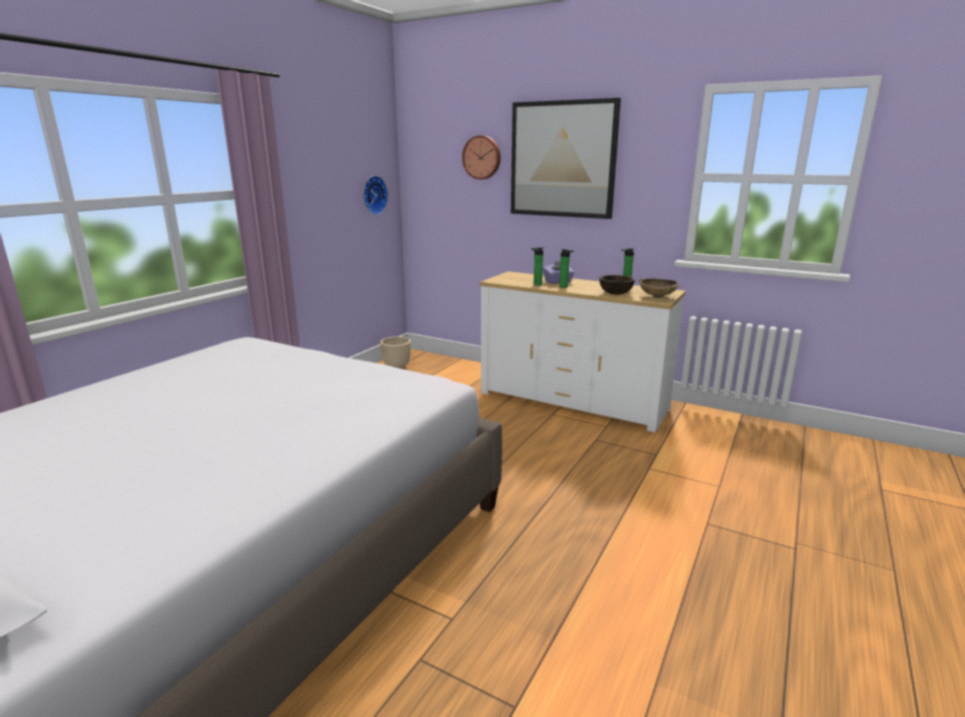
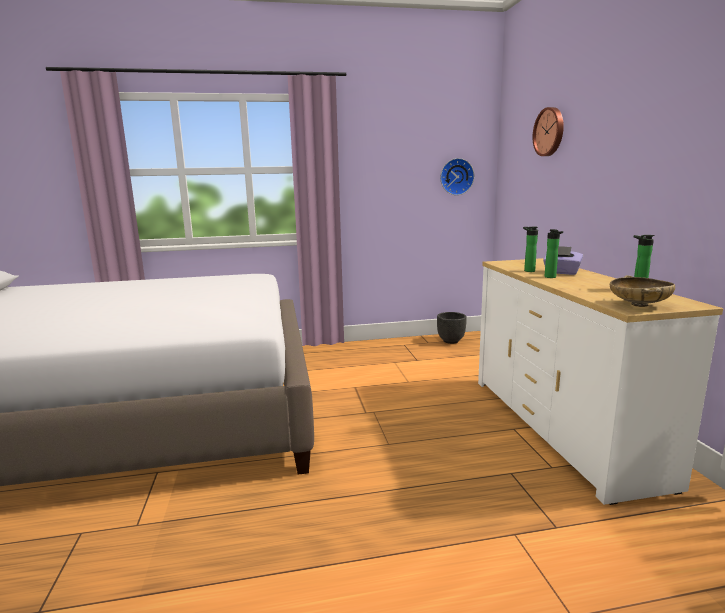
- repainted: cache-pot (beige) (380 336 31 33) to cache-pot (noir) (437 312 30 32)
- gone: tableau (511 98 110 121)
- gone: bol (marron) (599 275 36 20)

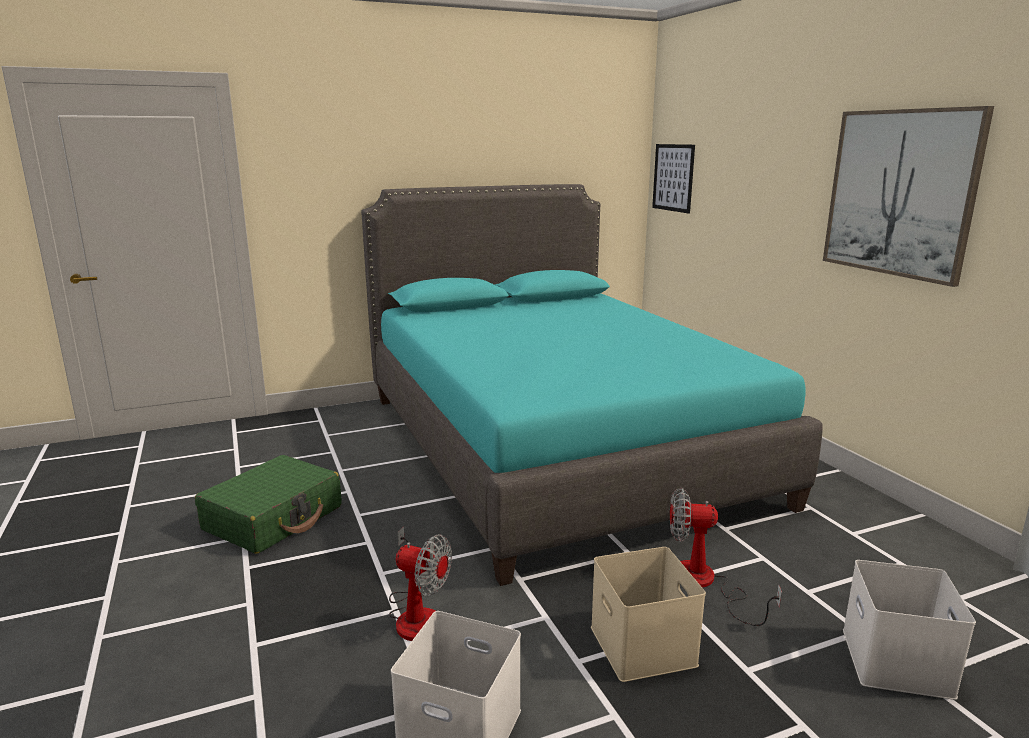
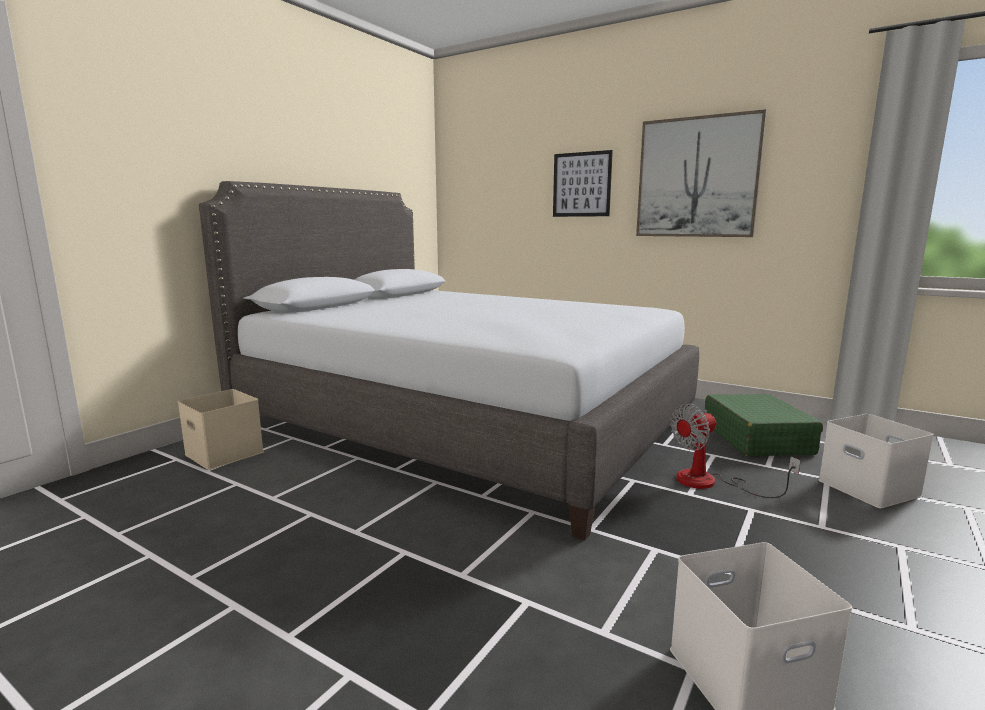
- shifted: valise (vert) (195 455 146 99) to (705 394 118 62)
- repainted: lit (turquoise) (361 184 462 402) to lit (gris) (199 181 500 359)
- gone: ventilateur (389 527 63 114)
- shifted: boîte de rangement (beige) (591 547 115 135) to (178 389 86 81)
- shifted: tableau (652 144 43 70) to (553 150 60 67)

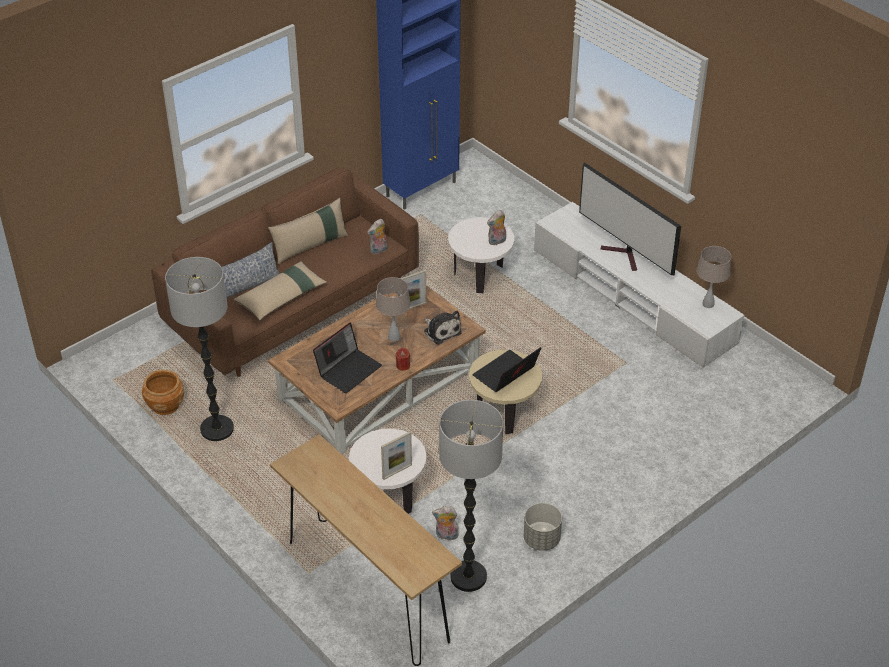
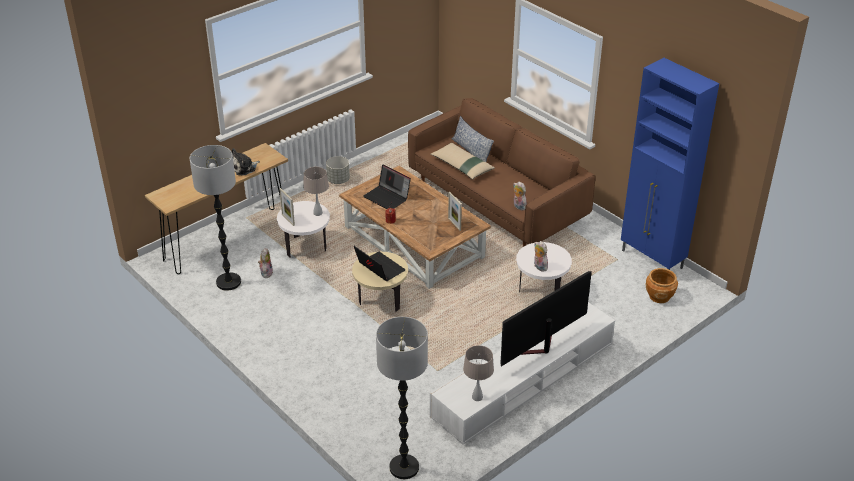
- shifted: cache-pot (marron) (142 370 42 45) to (645 268 33 35)
- shifted: lampadaire (165 257 69 184) to (376 317 52 162)
- gone: coussin (beige) (268 198 80 67)
- shifted: lampe de table (beige) (376 277 35 64) to (303 167 26 49)
- shifted: peluche (424 310 38 35) to (232 148 28 28)
- shifted: cache-pot (gris) (524 503 38 48) to (326 156 24 28)

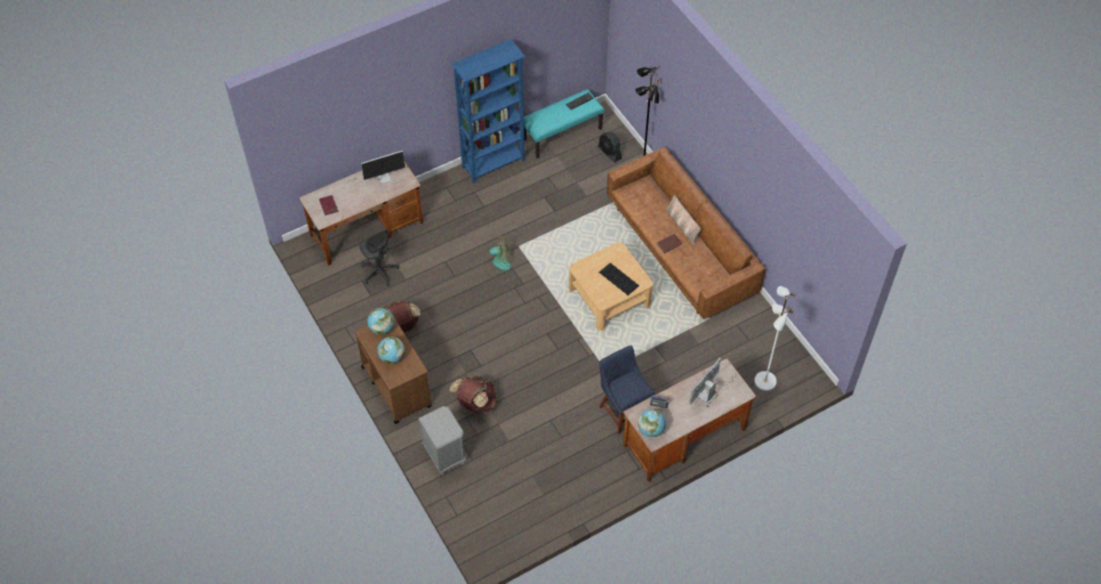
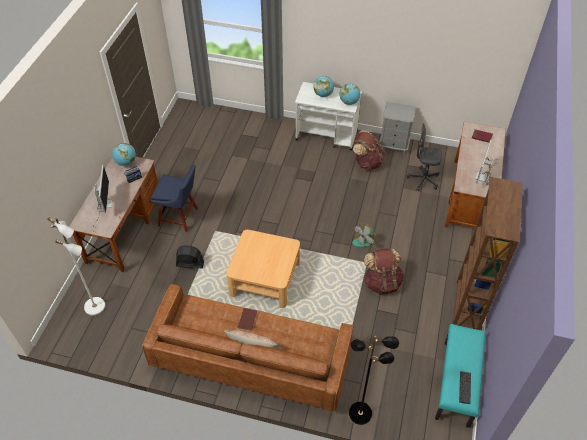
- repainted: chariot (marron) (354 314 78 110) to chariot (blanc) (295 82 67 68)
- shifted: table de chevet (gris) (418 406 49 69) to (379 102 37 53)
- shifted: sac à dos (marron) (450 375 47 37) to (364 248 40 47)
- repainted: bibliothèque (bleu) (452 39 73 144) to bibliothèque (marron) (453 177 70 153)
- shifted: ventilateur (noir) (598 132 24 31) to (176 245 28 24)
- gone: clavier (599 263 40 32)

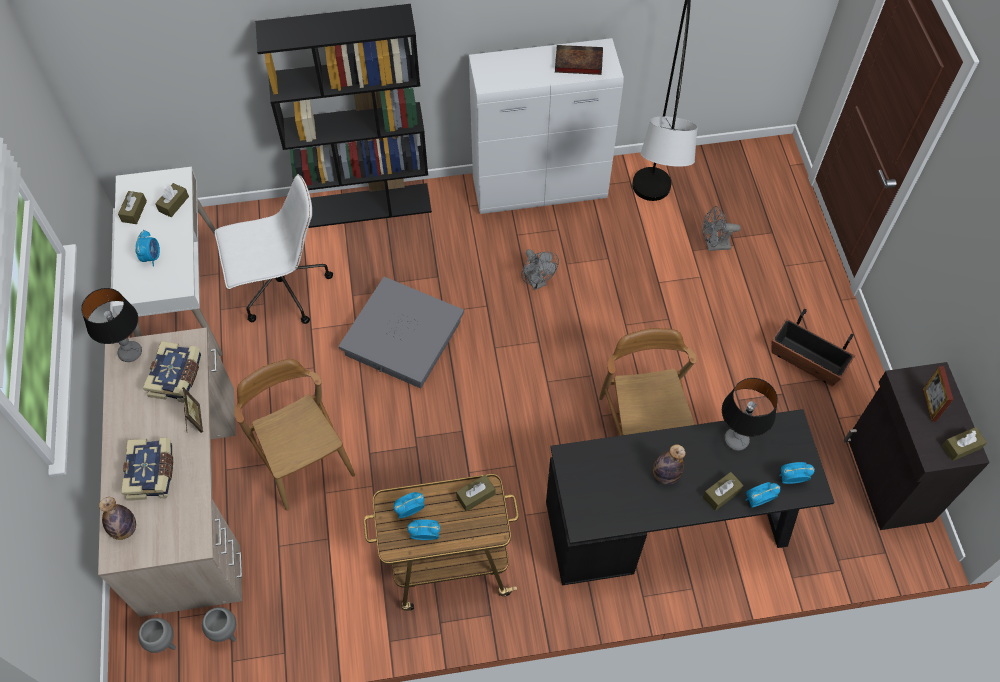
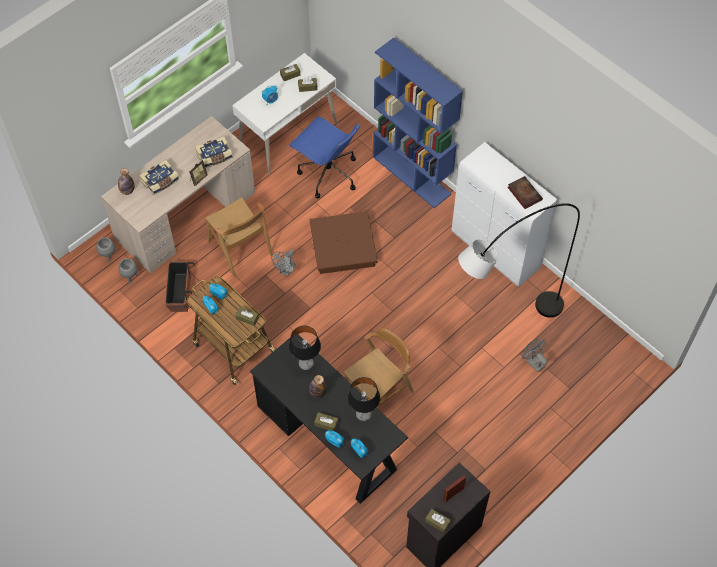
- shifted: lampe de table (81 288 61 74) to (289 326 32 44)
- repainted: chaise de bureau (blanc) (215 174 118 150) to chaise de bureau (bleu) (289 116 71 82)
- rotated: chaise (marron) (234 359 121 152) = (205 198 67 79) 120 degrees clockwise
- repainted: bibliothèque (noir) (255 4 177 224) to bibliothèque (bleu) (373 38 90 170)
- repainted: boîte de rangement (gris) (339 277 125 111) to boîte de rangement (marron) (310 211 68 63)
- shifted: ventilateur (gris) (521 249 38 41) to (271 249 25 28)
- shifted: cache-pot (771 308 84 78) to (165 262 29 50)

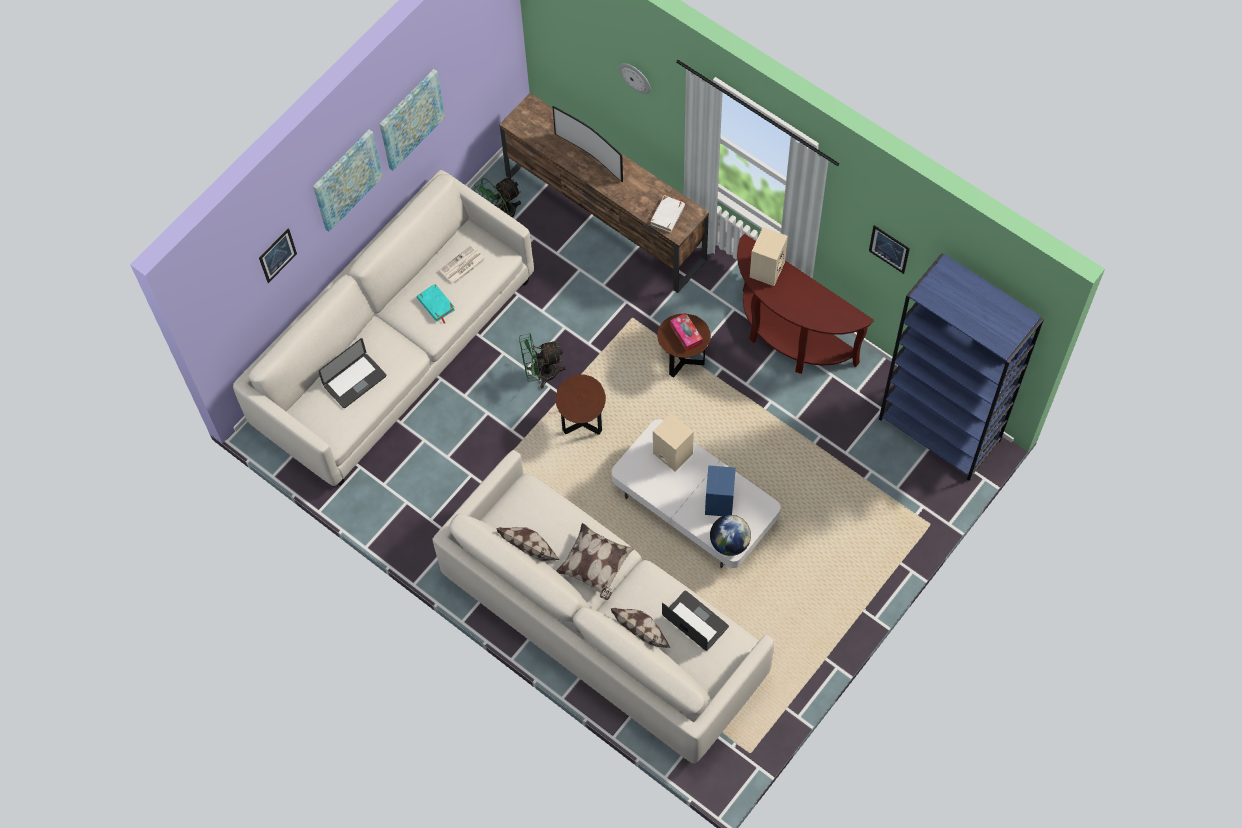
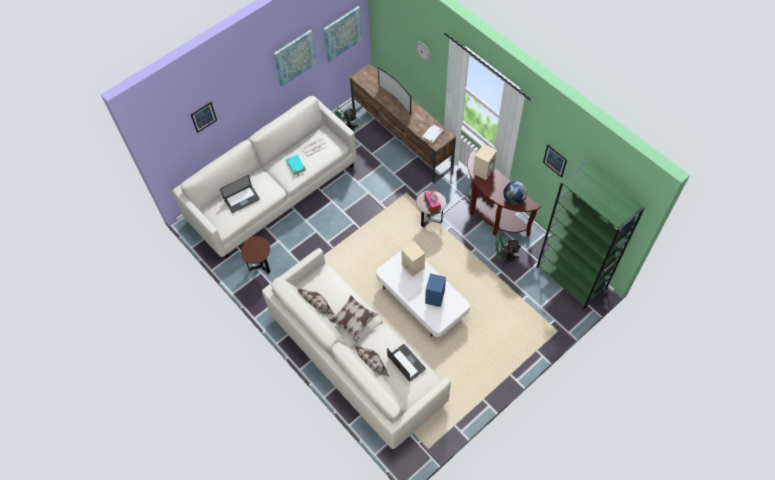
- shifted: tableau (313 130 70 102) to (324 6 38 56)
- shifted: ventilateur (vert) (519 333 47 55) to (495 233 26 34)
- shifted: table d'appoint (marron) (556 374 50 61) to (241 236 29 38)
- shifted: globe (710 515 41 41) to (504 181 23 24)
- repainted: bibliothèque (bleu) (879 253 165 228) to bibliothèque (vert) (536 162 109 148)

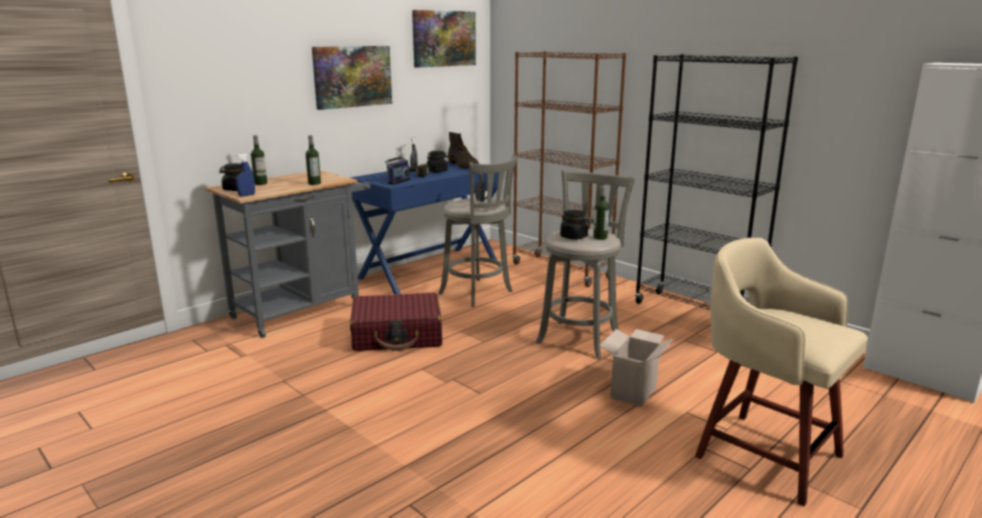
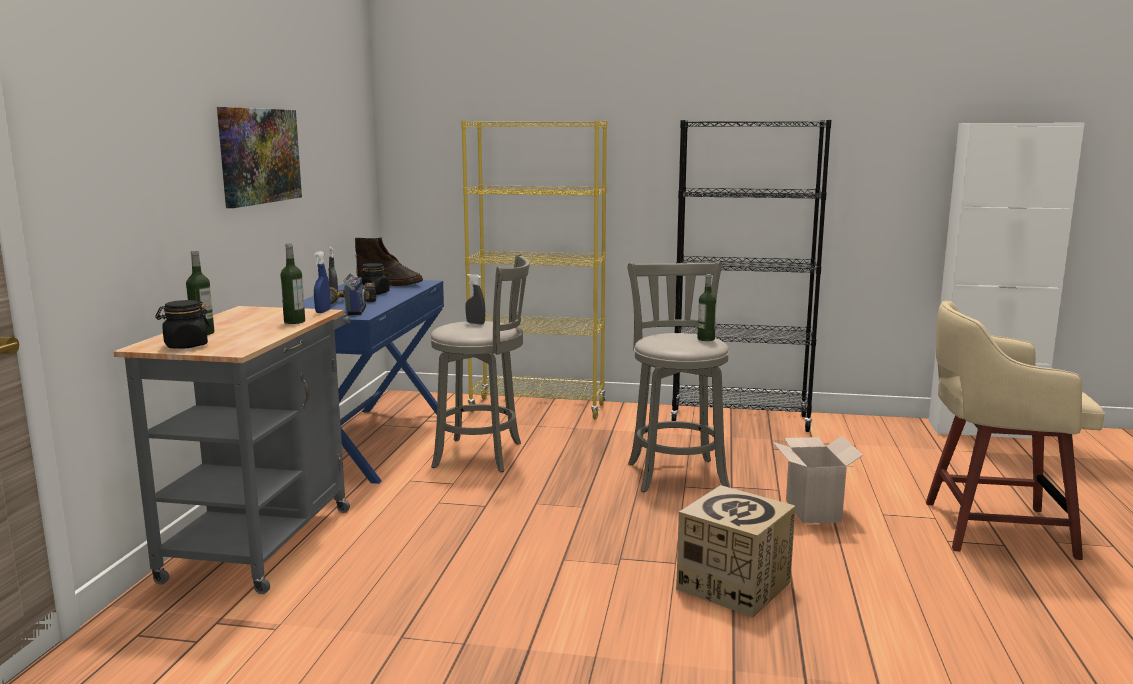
- shifted: vaporisateur (bleu) (235 153 20 43) to (314 251 17 62)
- gone: valise (rouge) (350 293 92 58)
- gone: tableau (412 10 64 58)
- repainted: bibliothèque (marron) (512 51 114 236) to bibliothèque (jaune) (461 120 146 299)
- gone: bocal (noir) (560 210 29 30)
- new: carton (676 485 120 132)

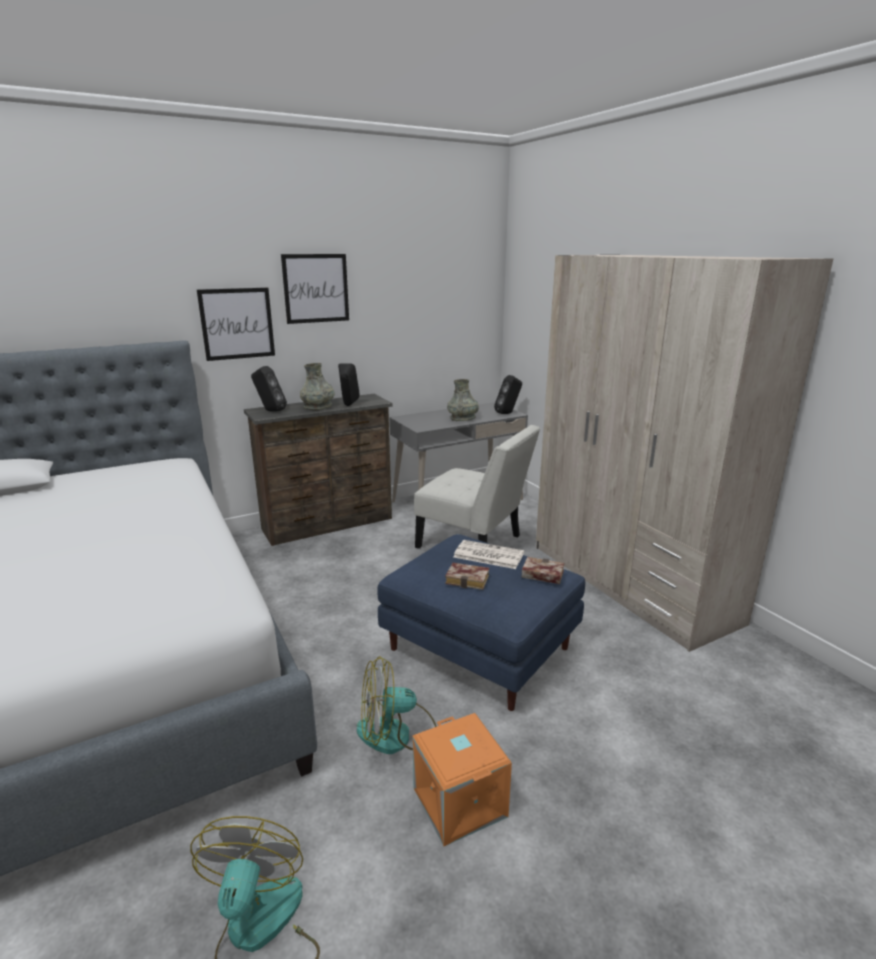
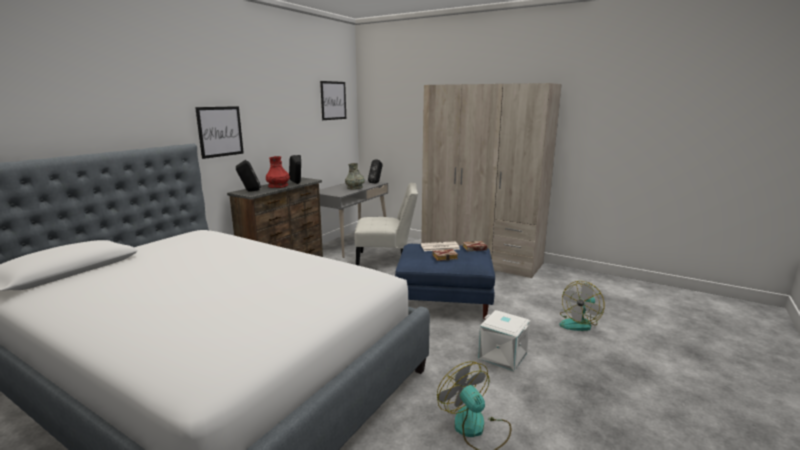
- shifted: tableau (281 254 68 70) to (320 81 26 39)
- repainted: vase (gris) (300 363 35 47) to vase (rouge) (266 156 24 32)
- shifted: ventilateur (357 656 80 98) to (559 281 46 50)
- repainted: boîte de rangement (orange) (412 713 100 133) to boîte de rangement (blanc) (478 310 52 61)

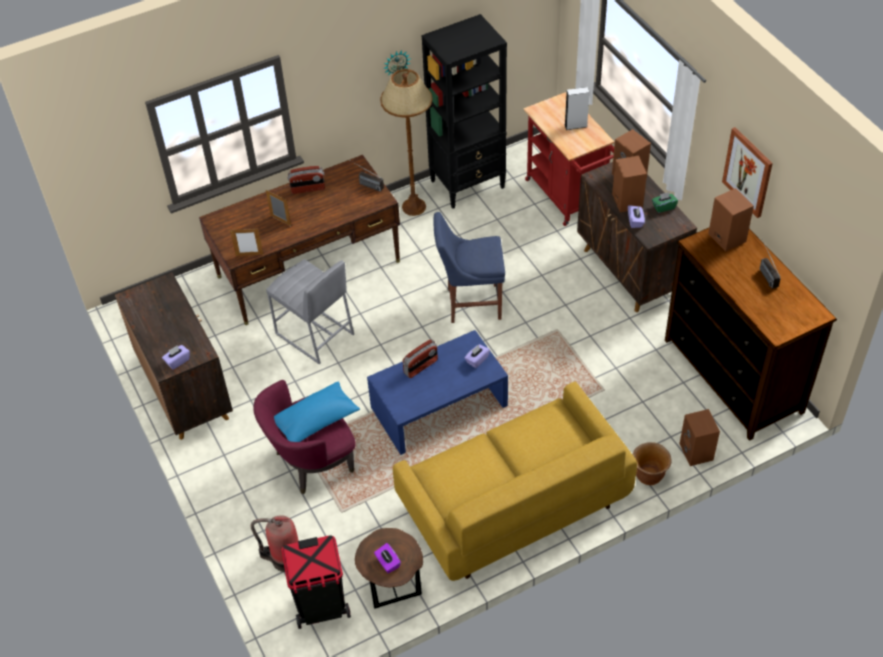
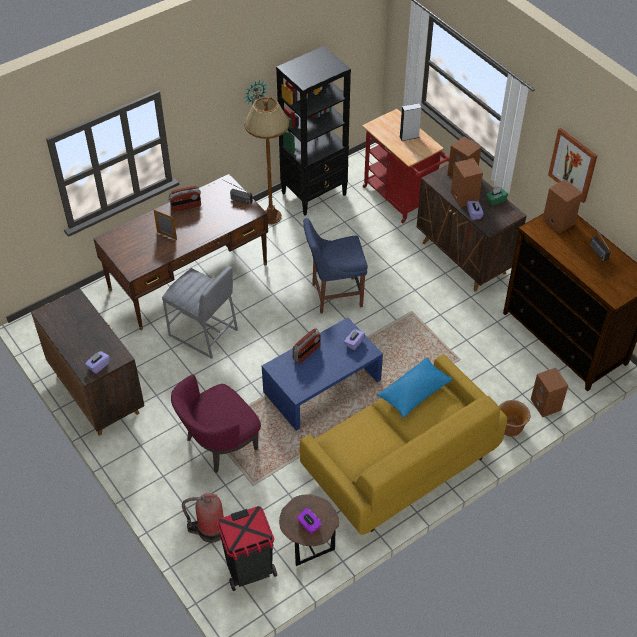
- gone: cadre photo (230 229 33 27)
- shifted: coussin (bleu) (274 382 86 60) to (377 358 76 60)

